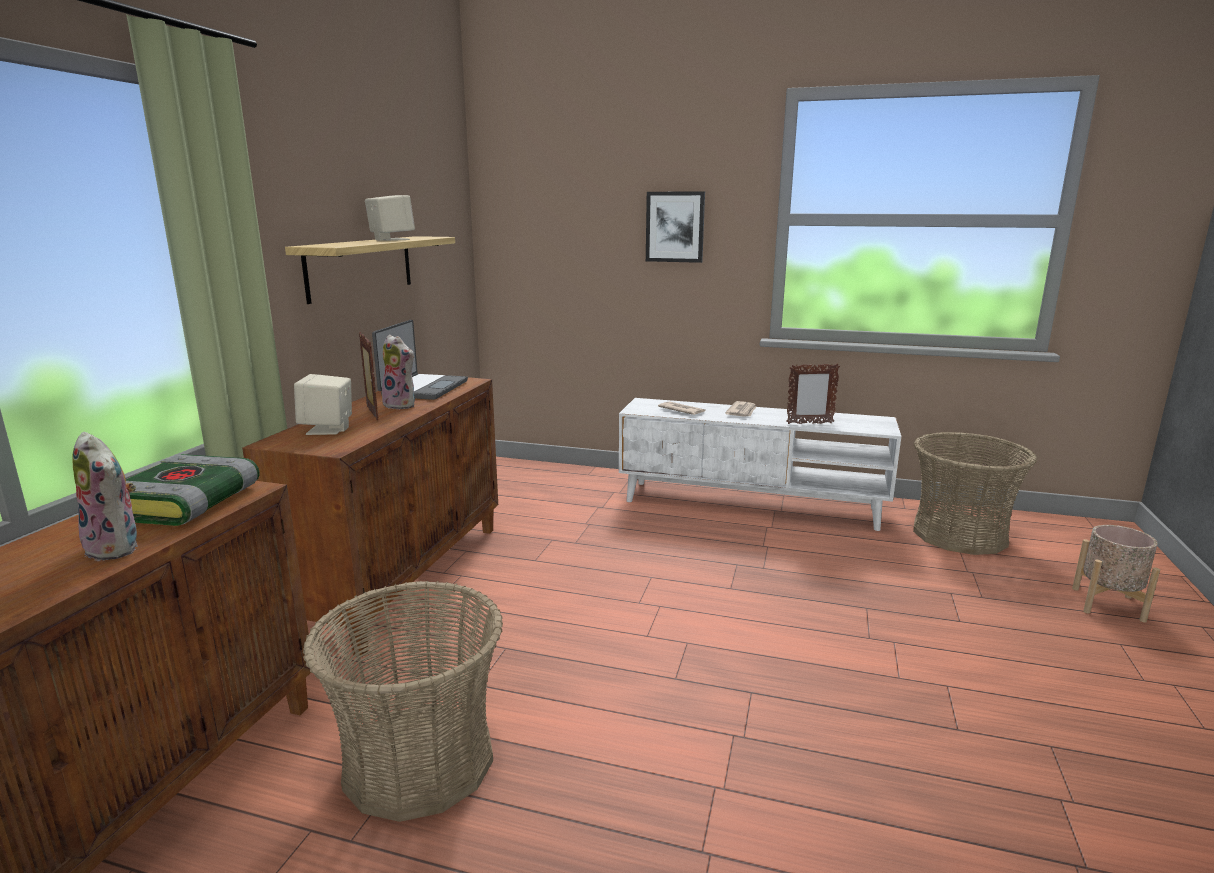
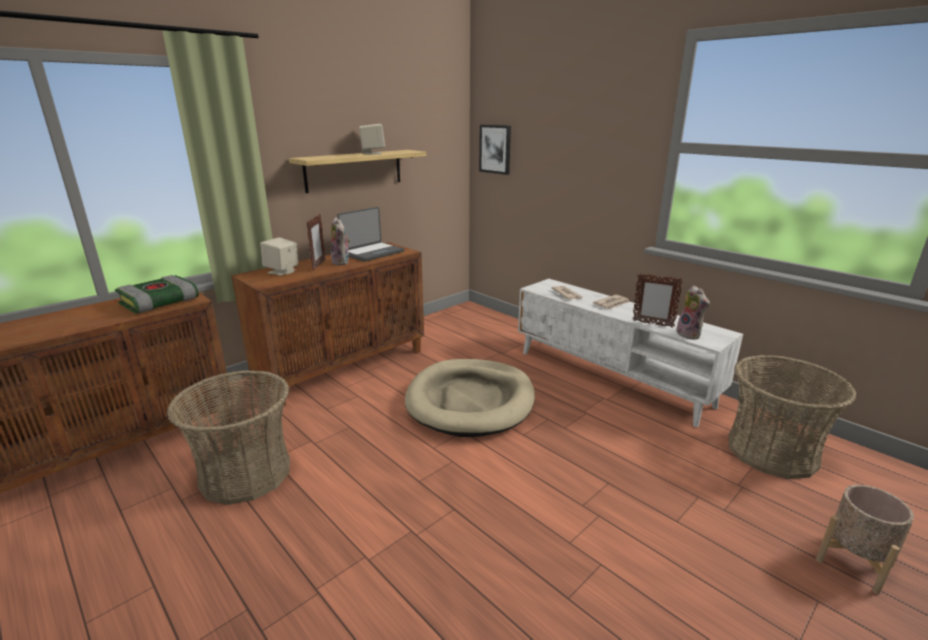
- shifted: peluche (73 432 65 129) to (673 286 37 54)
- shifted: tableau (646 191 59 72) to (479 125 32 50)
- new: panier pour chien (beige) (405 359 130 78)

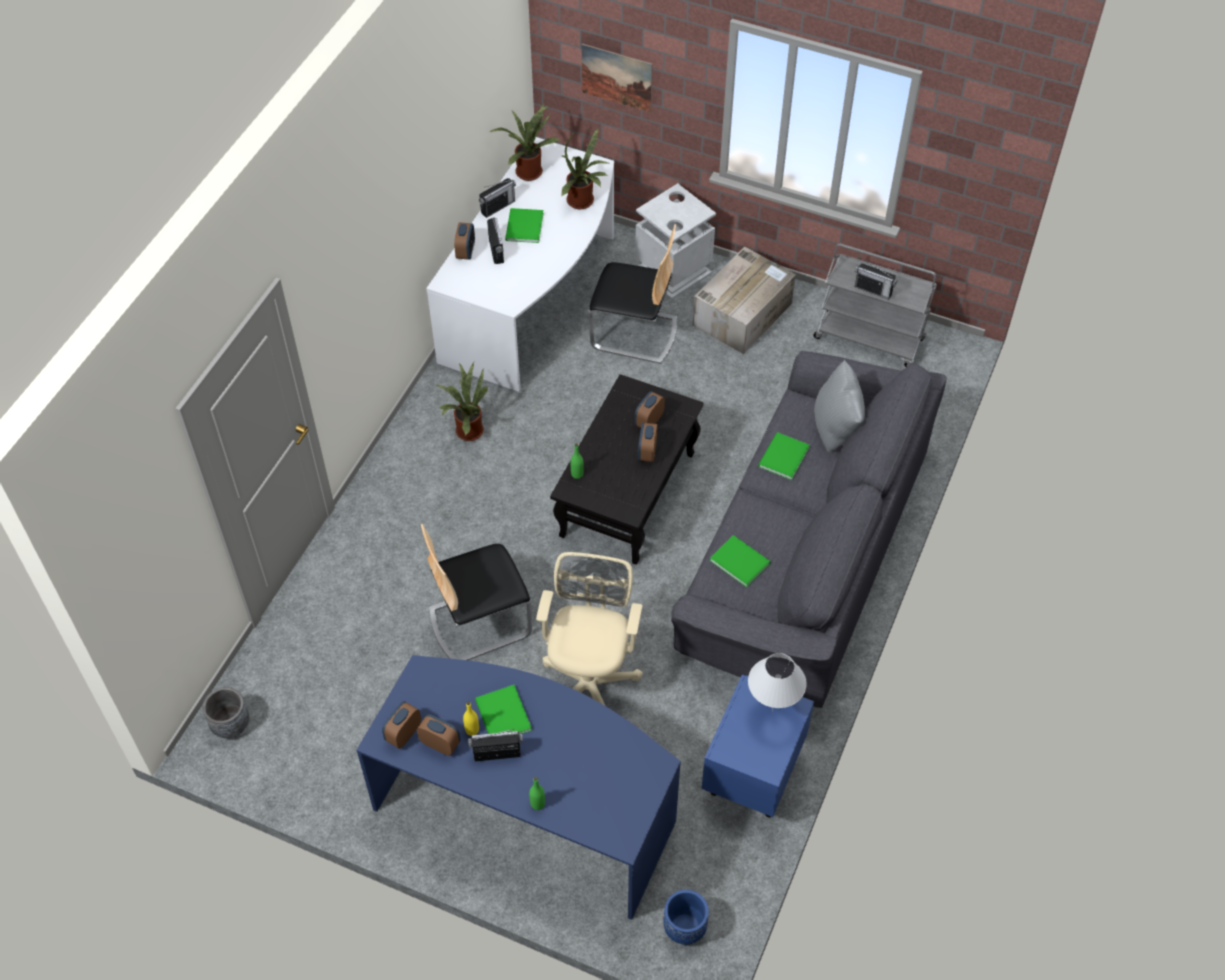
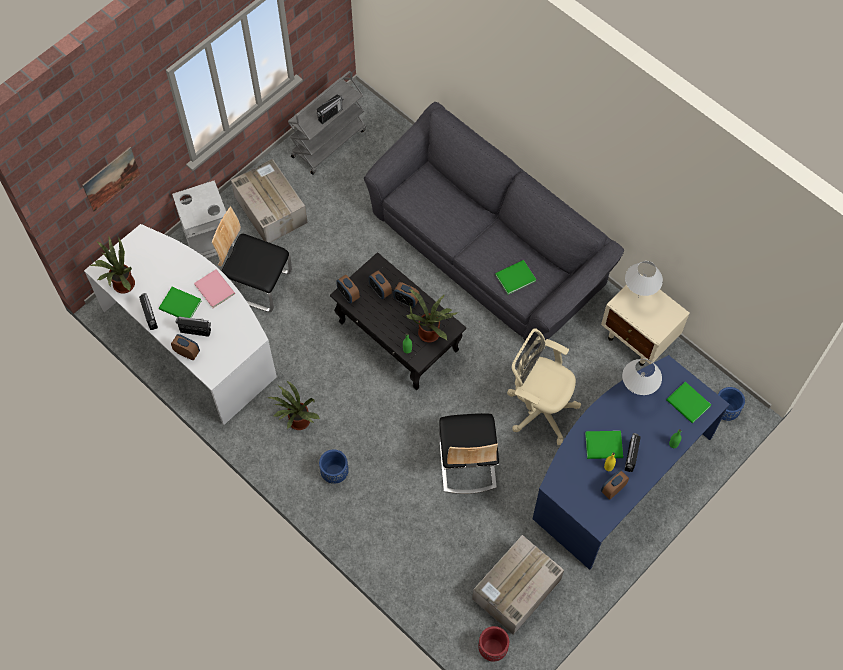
- repainted: cache-pot (gris) (202 687 47 51) to cache-pot (rouge) (478 626 31 35)
- shifted: réveil (382 701 39 48) to (336 275 24 28)
- shifted: plante en pot (561 128 47 81) to (406 289 53 53)
- rotated: chaise (589 224 88 140) = (212 207 80 105) 105 degrees counterclockwise
- repainted: table de chevet (bleu) (702 674 112 144) to table de chevet (beige) (601 274 89 92)
- shifted: livre (vert) (758 432 51 48) to (666 382 45 41)
- gone: coussin (gris) (814 360 51 92)
- new: livre (rose) (194 269 41 39)
- new: cache-pot (bleu) (319 449 30 35)
- new: carton (472 535 92 100)
- new: lampe de table (blanc) (622 359 40 36)

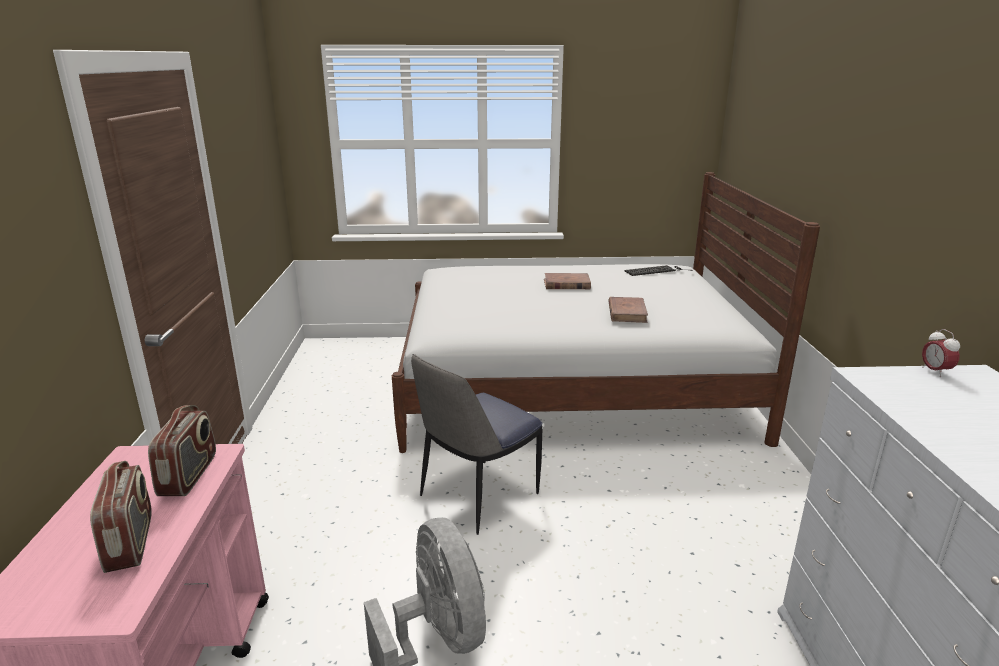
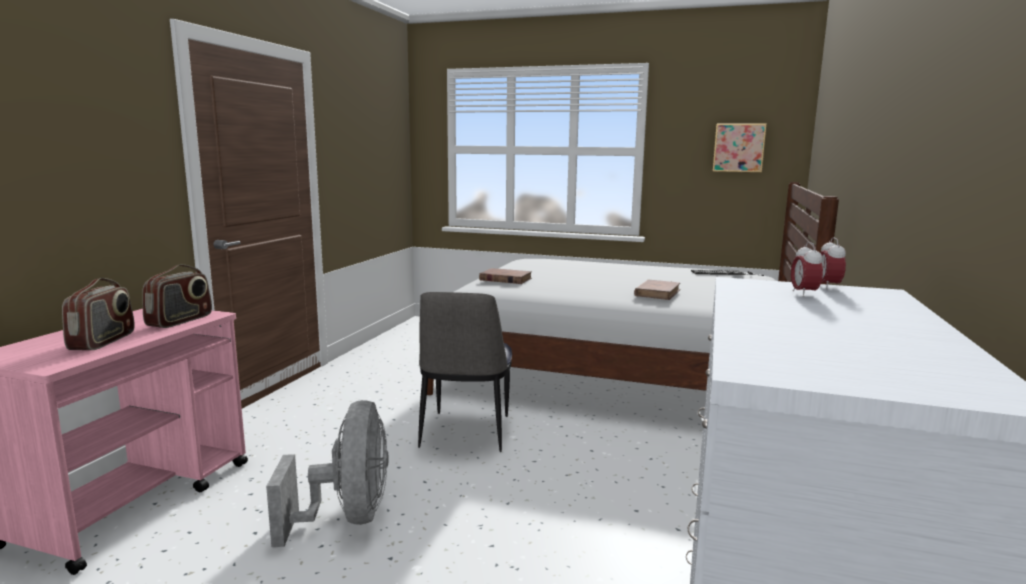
- rotated: chaise (411 354 132 181) = (418 292 94 160) 60 degrees counterclockwise
- shifted: livre (marron) (544 273 47 16) to (479 268 53 16)
- new: tableau (712 124 55 49)
- new: réveil (791 242 32 55)

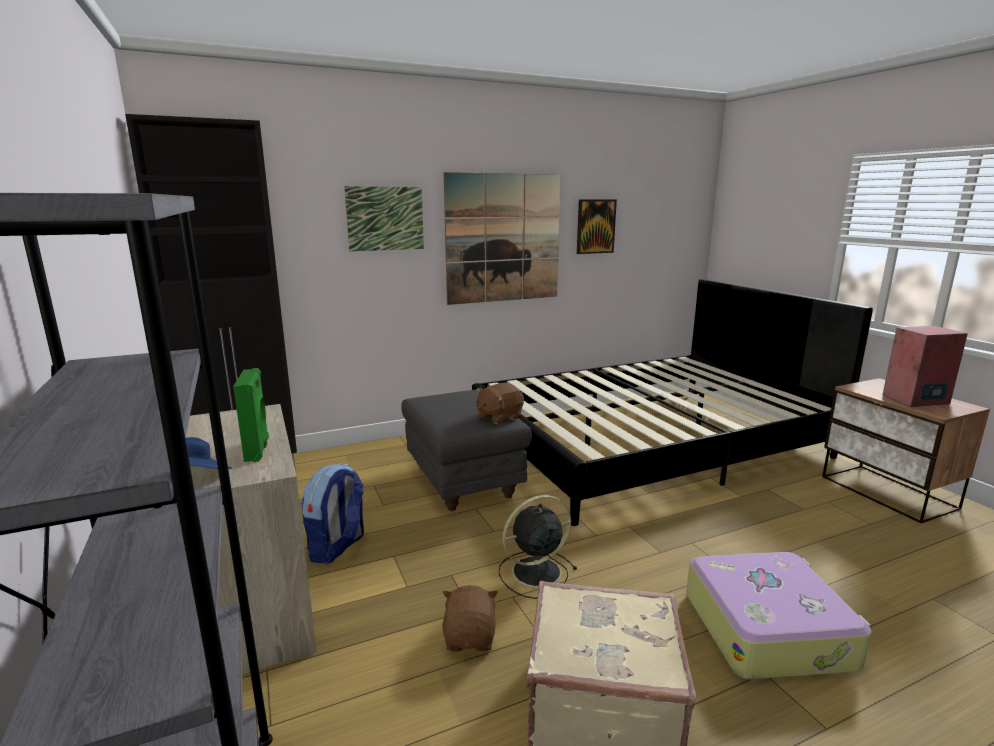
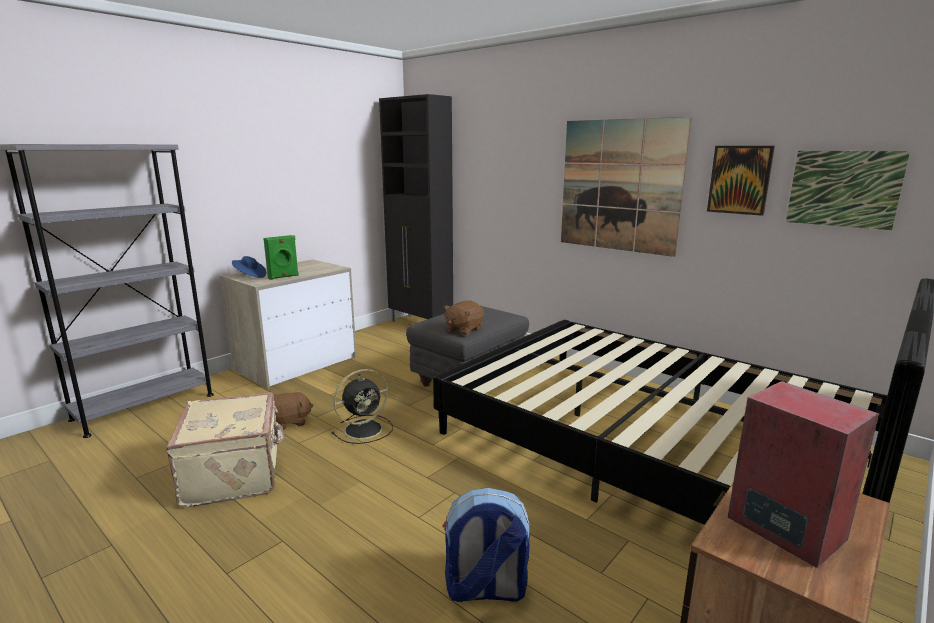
- shifted: sac à dos (301 464 63 100) to (442 488 88 114)
- shifted: tableau (344 186 80 66) to (786 151 124 79)
- rotated: peluche (marron) (477 383 47 41) = (444 300 40 35) 75 degrees counterclockwise
- rotated: ventilateur (noir) (499 495 78 104) = (331 369 62 75) 105 degrees clockwise
- gone: valise (686 552 185 127)

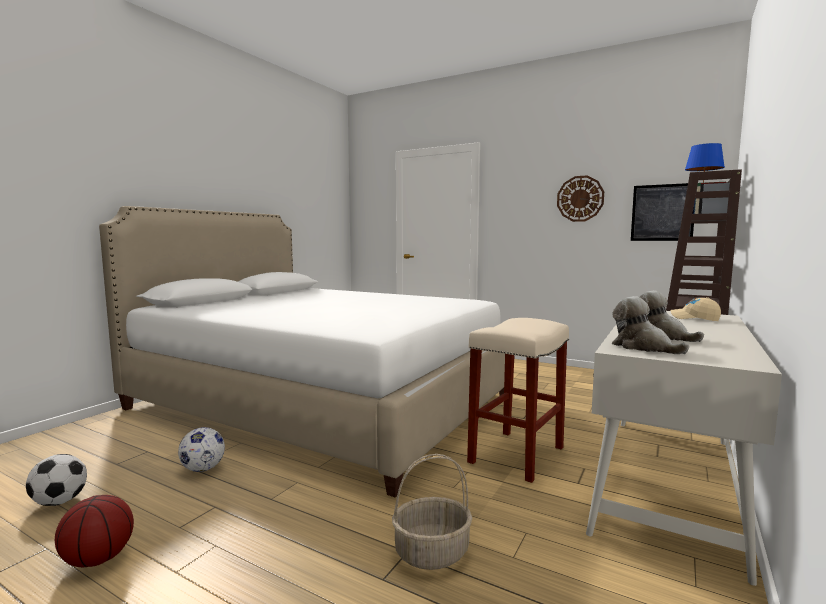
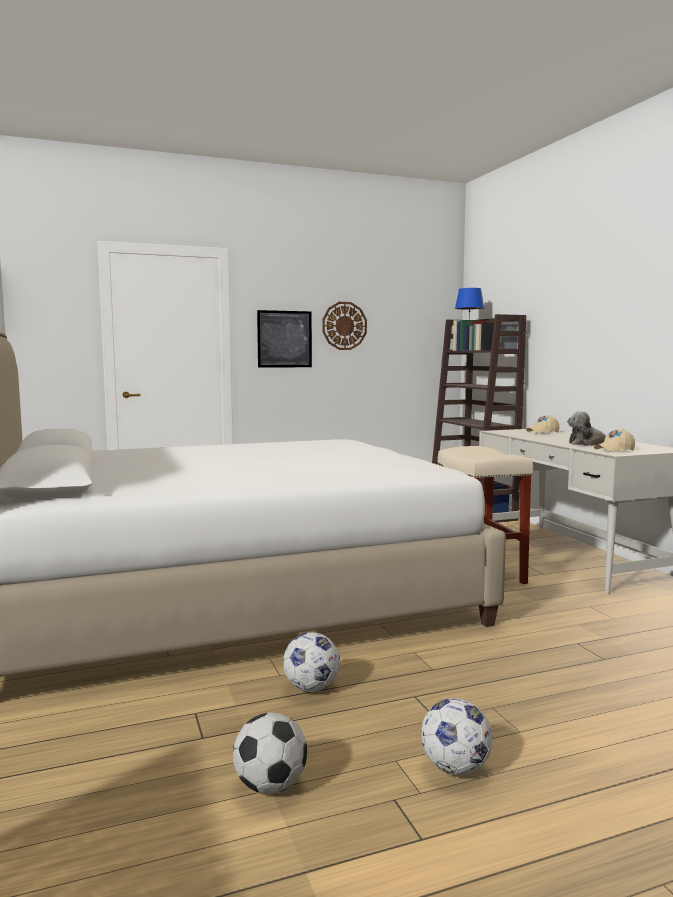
- swapped: ballon de basket (55 495 79 72) to ballon de foot (421 698 72 77)
- gone: panier (392 454 80 116)
- swapped: peluche (612 296 77 58) to casquette (beige) (594 429 41 23)
- shifted: tableau (631 183 63 58) to (257 310 55 58)

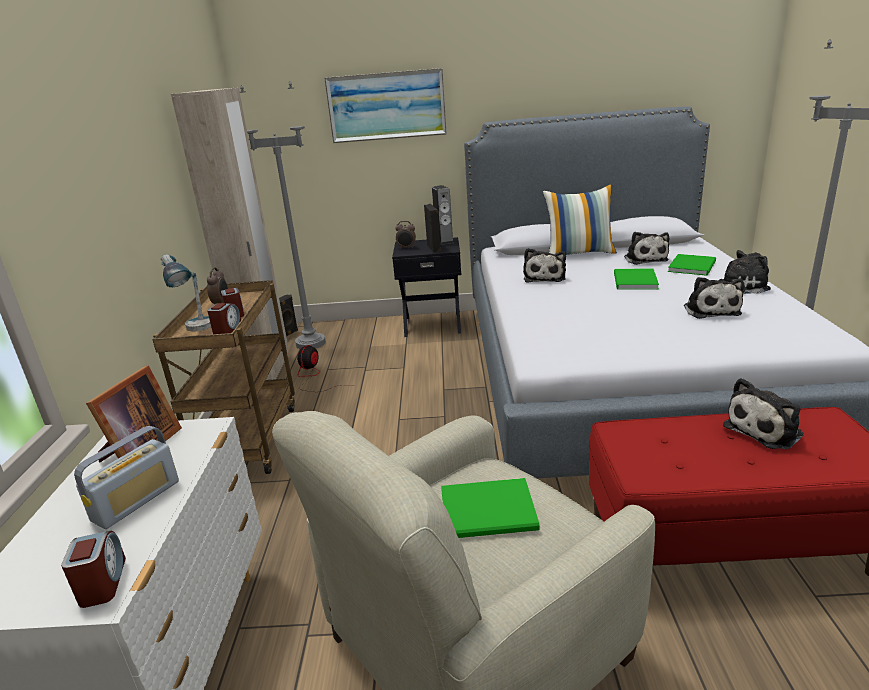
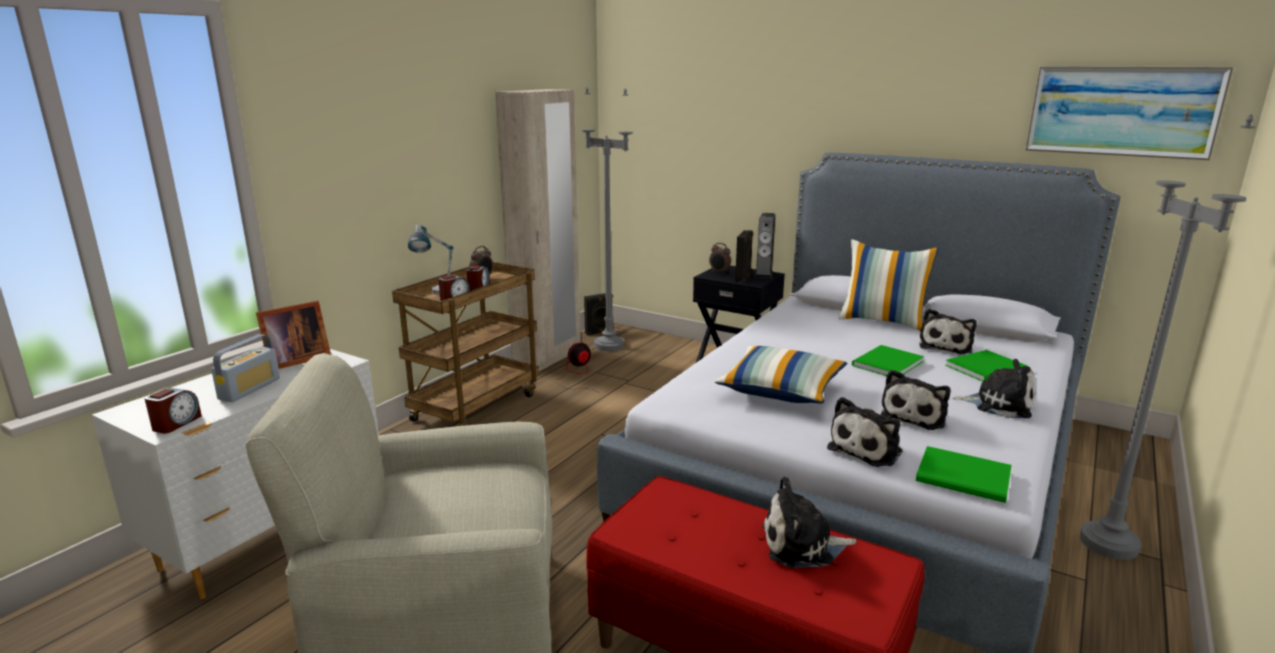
- rotated: radio (74 426 105 103) = (211 334 69 68) 45 degrees counterclockwise
- shifted: tableau (324 68 123 75) to (1025 66 208 94)
- shifted: livre (vert) (441 478 99 60) to (916 446 96 57)
- shifted: peluche (523 248 43 35) to (827 397 76 70)
- new: coussin (715 346 132 57)

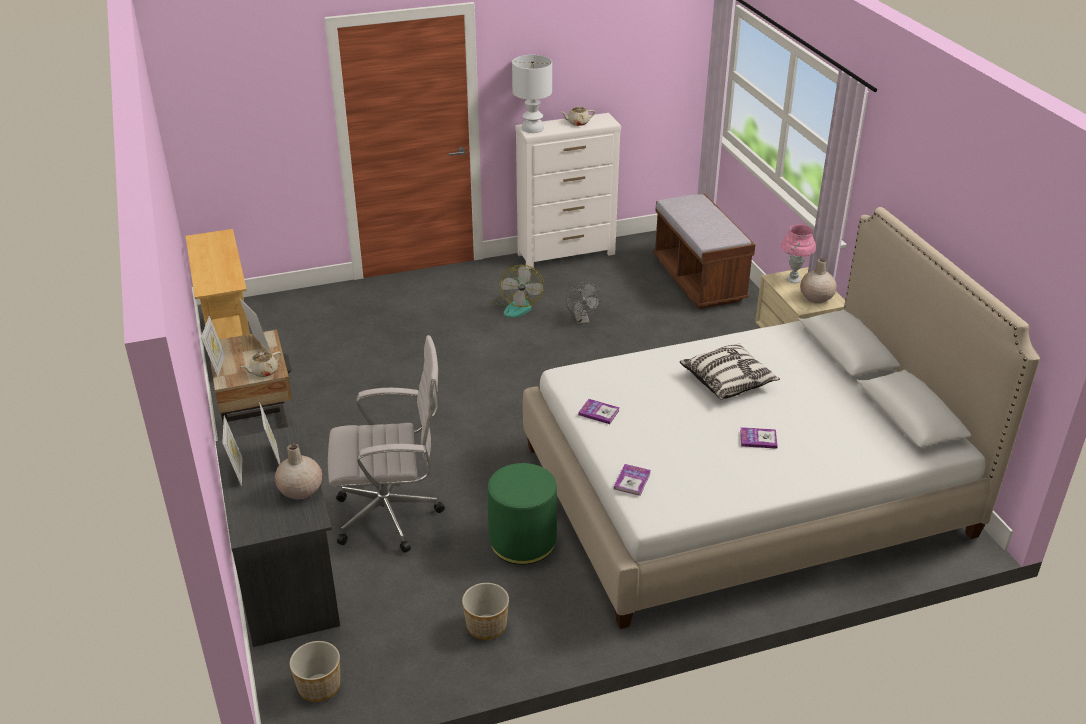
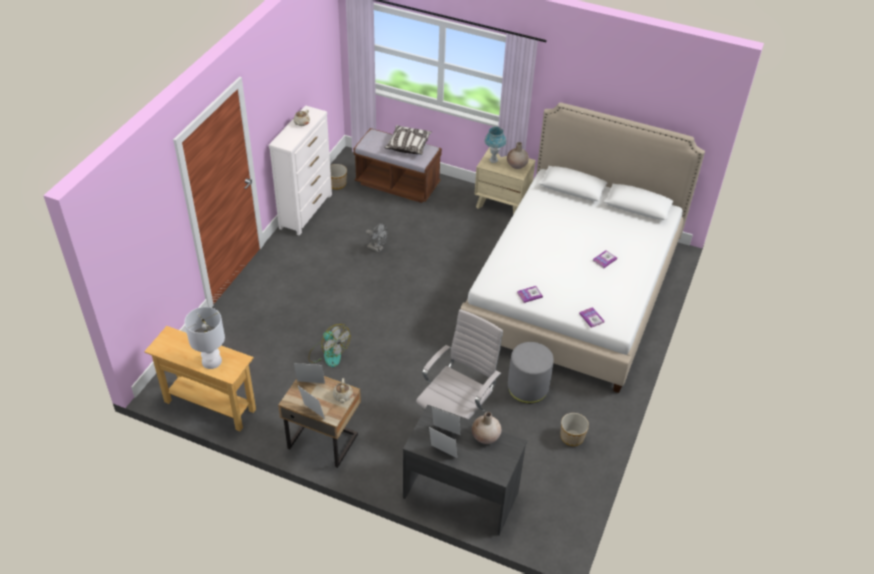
- shifted: cache-pot (290 641 50 61) to (330 164 17 26)
- repainted: pouf (vert) (488 463 69 102) to pouf (gris) (508 342 46 61)
- shifted: ventilateur (493 265 51 53) to (308 324 43 43)
- shifted: lampe de table (blanc) (512 55 40 78) to (184 307 41 62)
- shifted: coussin (680 343 100 57) to (384 125 48 29)
- repainted: lampe de table (rose) (781 225 35 58) to lampe de table (bleu) (484 127 22 36)

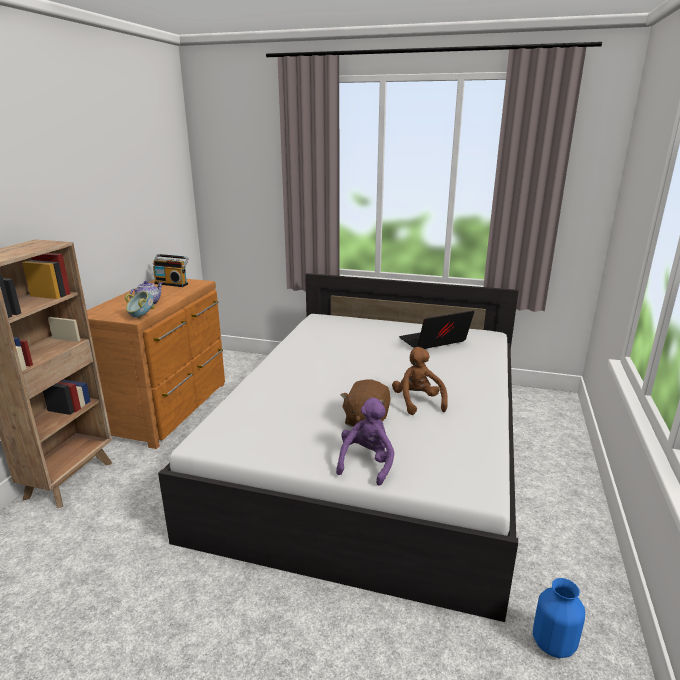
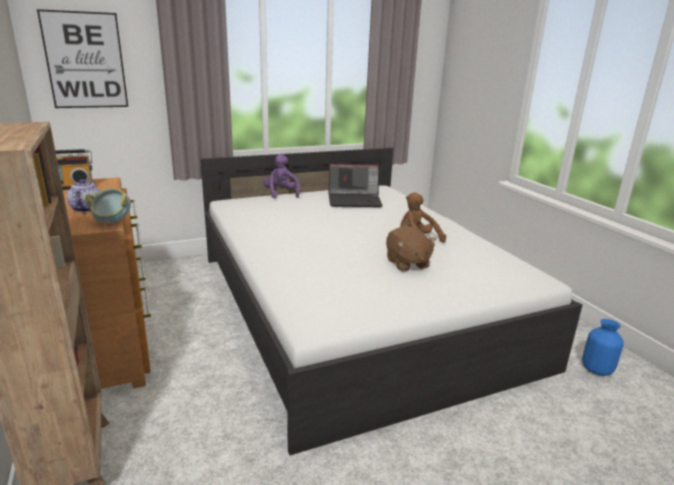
- shifted: peluche (violet) (336 398 59 88) to (263 154 37 45)
- rotated: ordinateur portable (399 310 75 39) = (329 163 54 44) 120 degrees counterclockwise
- new: tableau (37 9 91 99)

